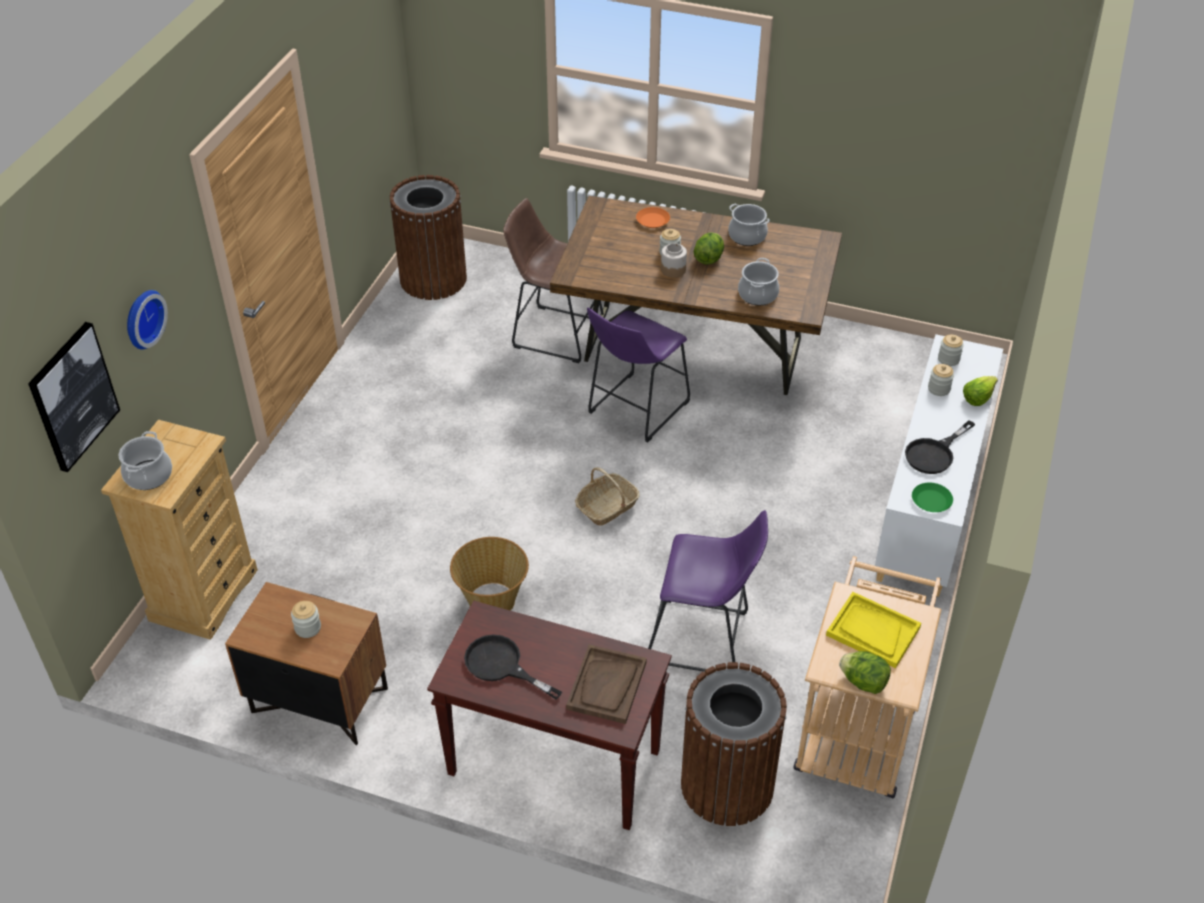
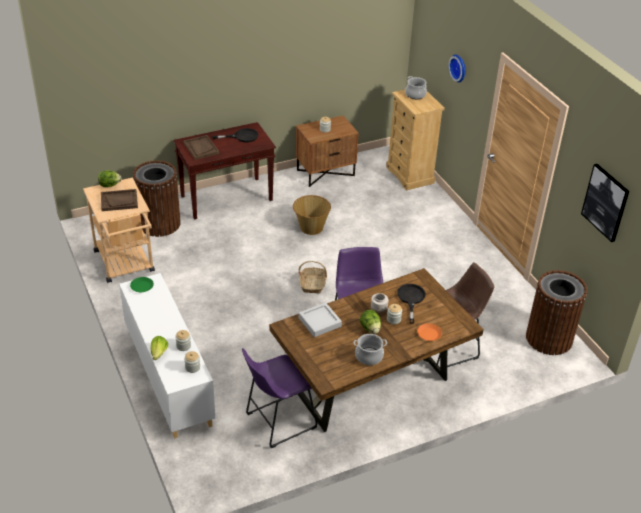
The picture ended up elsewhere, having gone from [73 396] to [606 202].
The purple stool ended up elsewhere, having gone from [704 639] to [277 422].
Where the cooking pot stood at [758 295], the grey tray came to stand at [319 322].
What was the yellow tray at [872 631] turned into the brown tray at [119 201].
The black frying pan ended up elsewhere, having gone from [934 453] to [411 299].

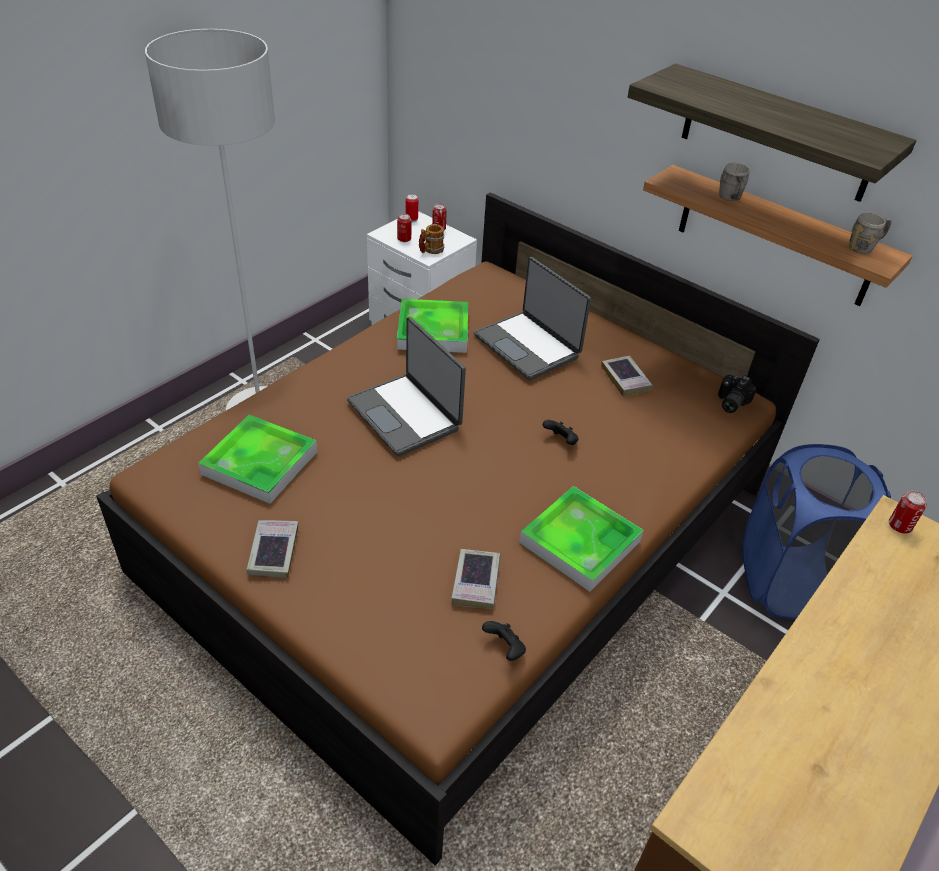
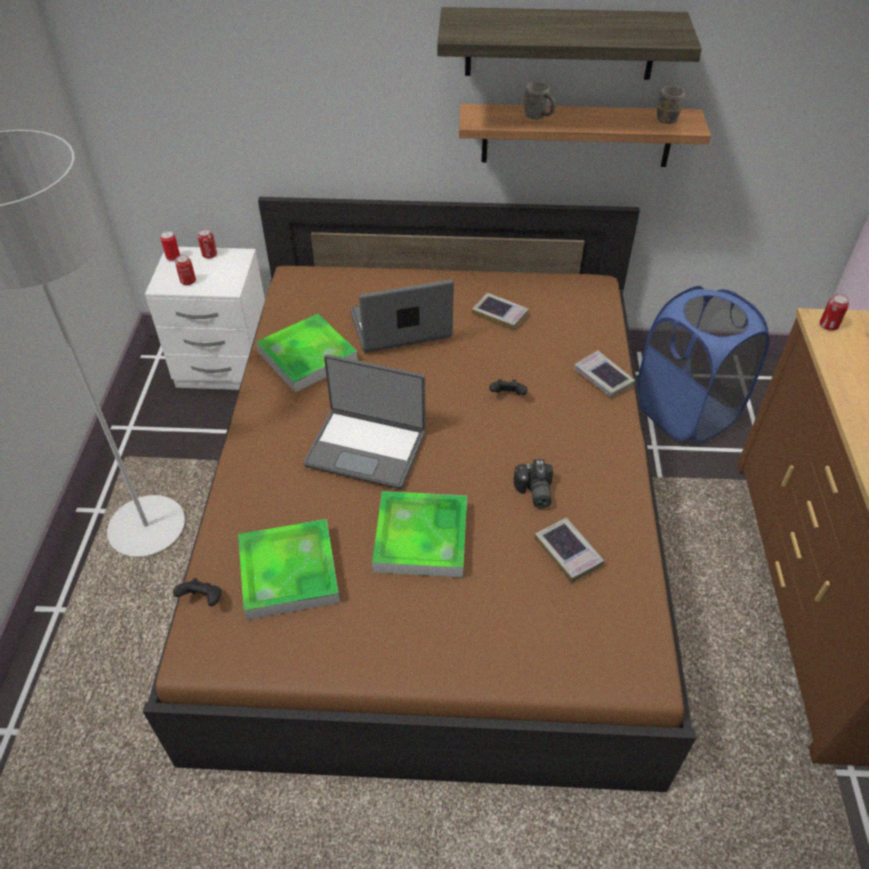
The book ended up elsewhere, having gone from [273 552] to [603 378].
The second view lost the mug at [430 250].
The laptop at [528 346] ended up facing another way, 150 degrees clockwise from before.
The black game controller ended up elsewhere, having gone from [505 649] to [203 600].
The tray ended up elsewhere, having gone from [580 542] to [421 538].
The photo camera ended up elsewhere, having gone from [730 402] to [533 492].

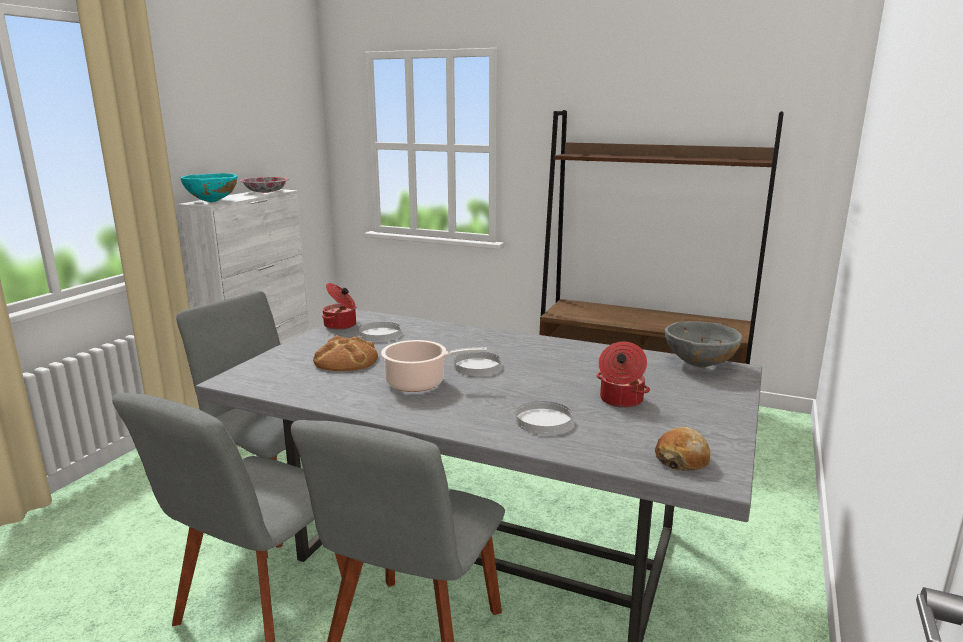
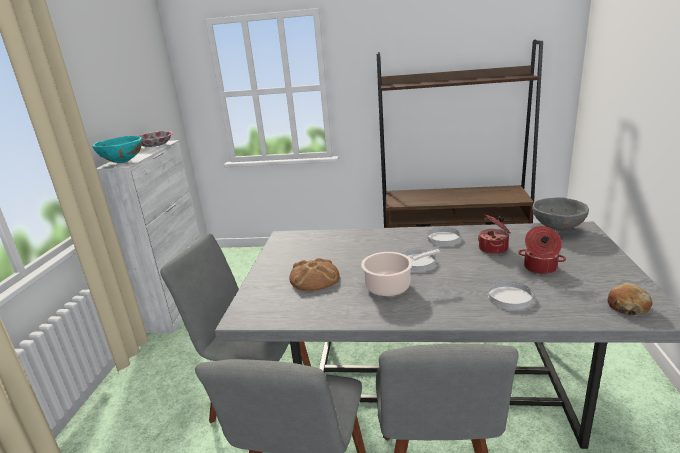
The cooking pot ended up elsewhere, having gone from [341 325] to [494 248].
The white plate ended up elsewhere, having gone from [379 334] to [443 238].

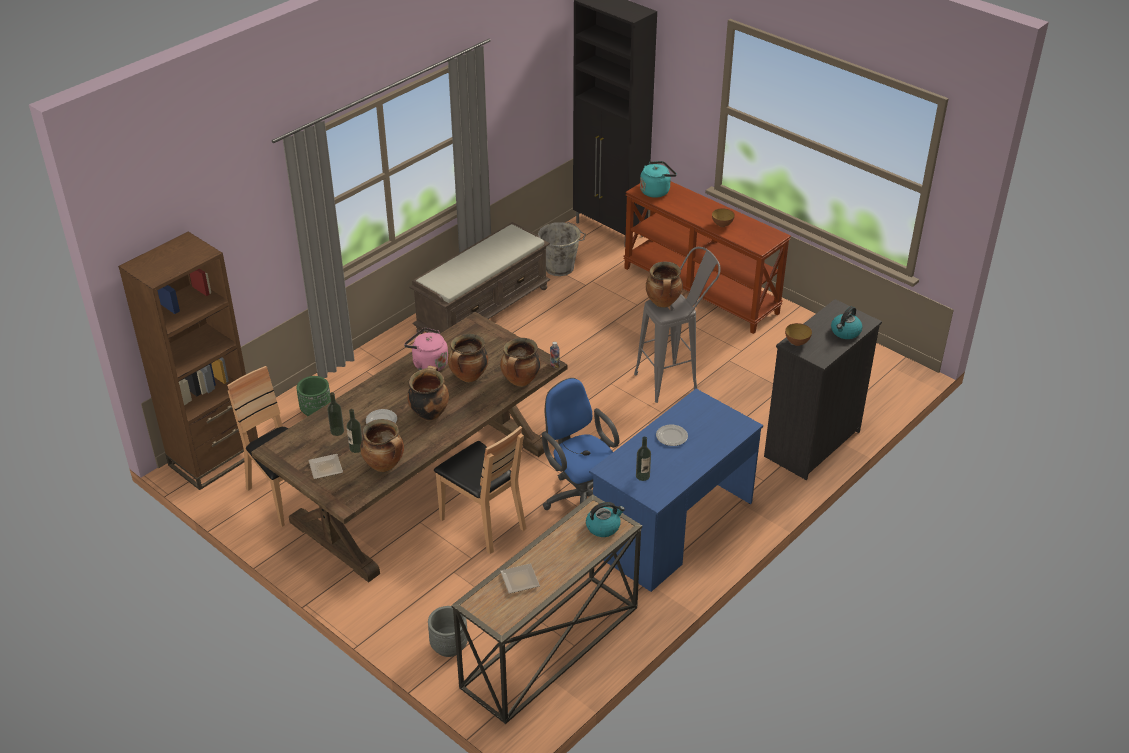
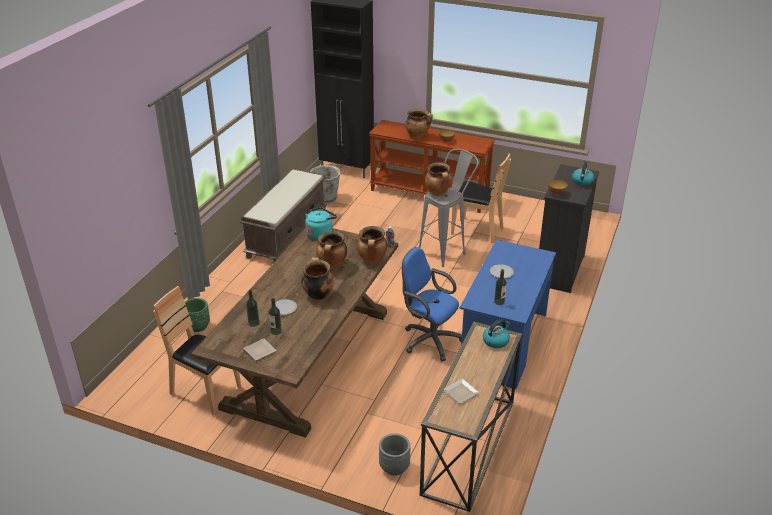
The second view lost the brown bookcase at [215 458].
The cooking pot ended up elsewhere, having gone from [385 465] to [418 136].
The second view lost the pink kettle at [428 364].
The brown chair ended up elsewhere, having gone from [483 522] to [476 230].
The turquoise kettle ended up elsewhere, having gone from [656 191] to [320 233].

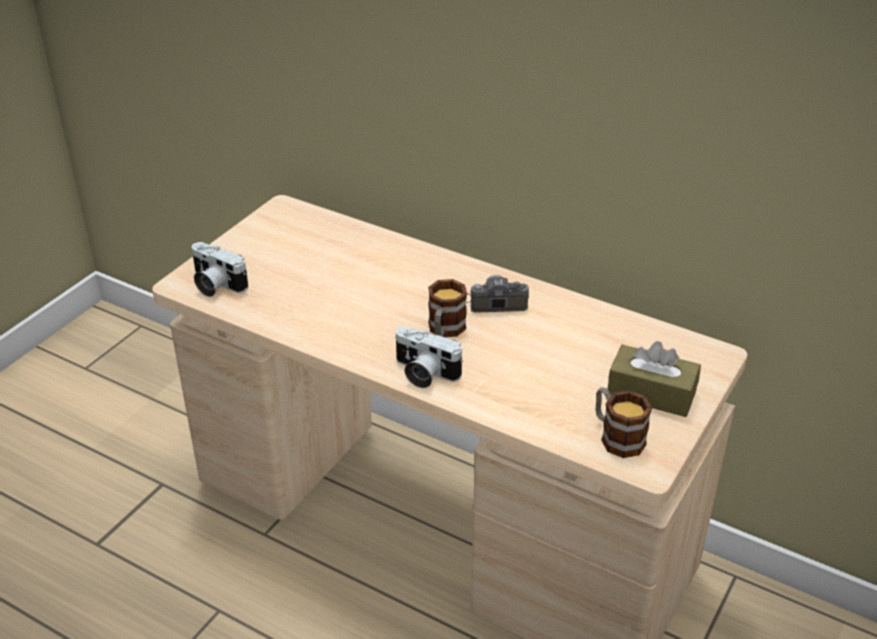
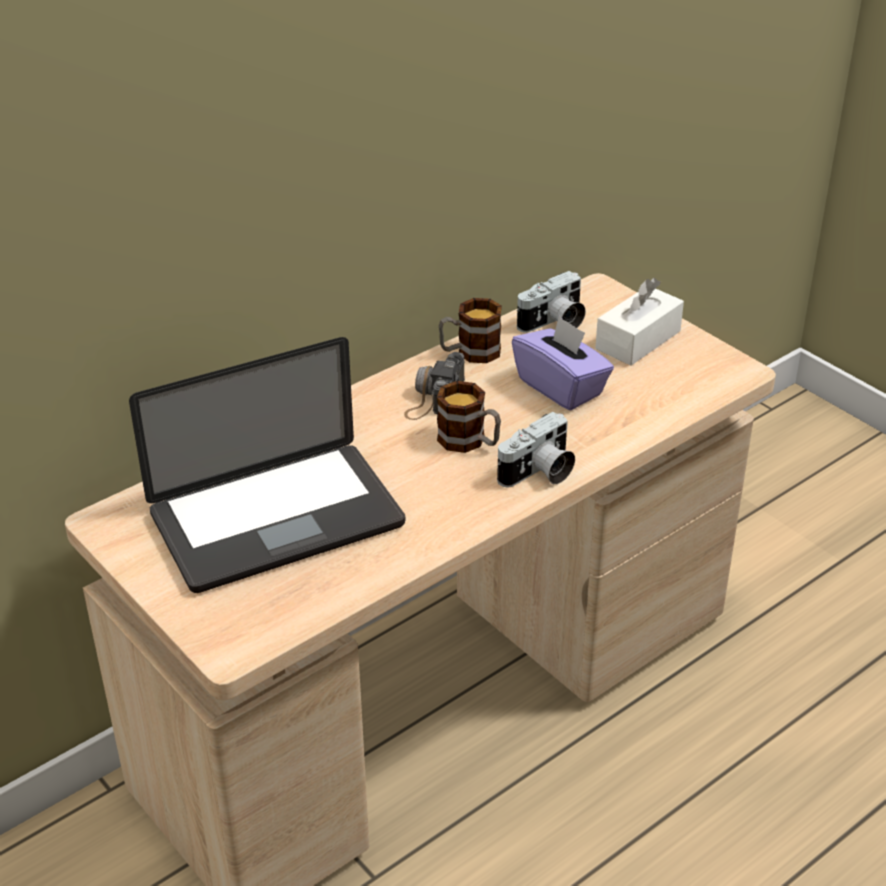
The photo camera ended up elsewhere, having gone from [215 285] to [554 323].
The mug ended up elsewhere, having gone from [616 436] to [470 352].
What was the brown tissue box at [651 393] turned into the white tissue box at [638 340].
The second view gained the laptop at [277 520].
The second view gained the purple tissue box at [561 387].

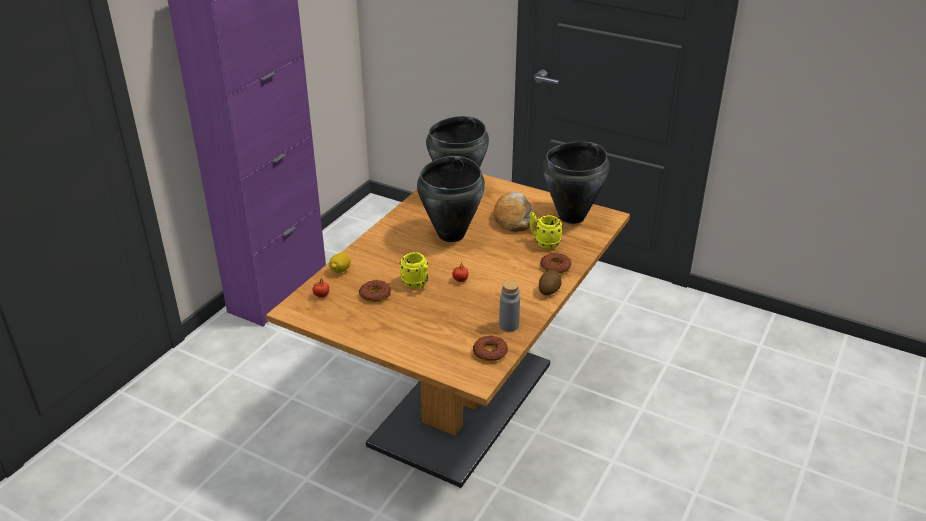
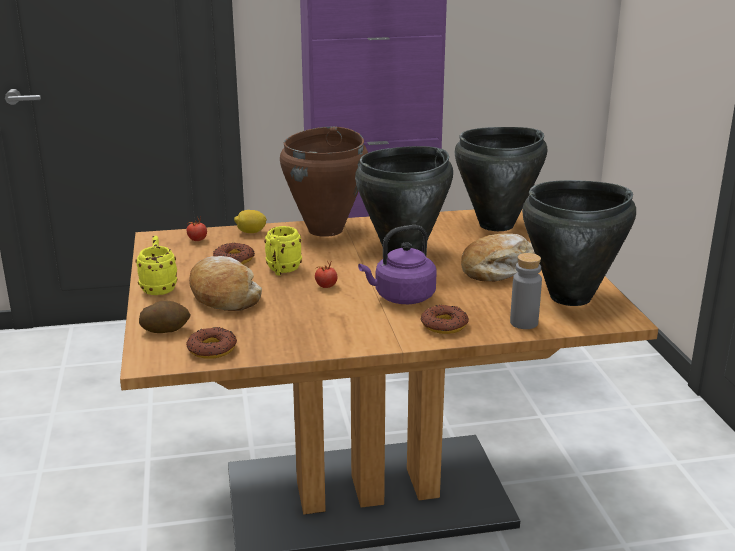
The grey bottle ended up elsewhere, having gone from [509 325] to [524 323].
The yellow mug ended up elsewhere, having gone from [543 243] to [159 287].
The potato ended up elsewhere, having gone from [549 290] to [165 330].
The second view gained the bread at [223 296].
The second view gained the brown cooking pot at [326 230].
The second view gained the purple kettle at [401 297].

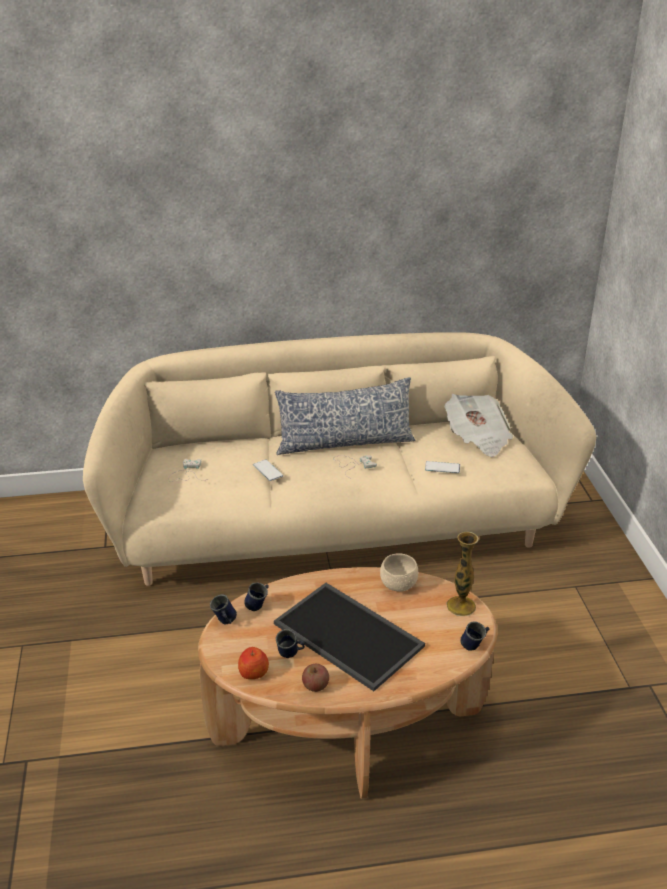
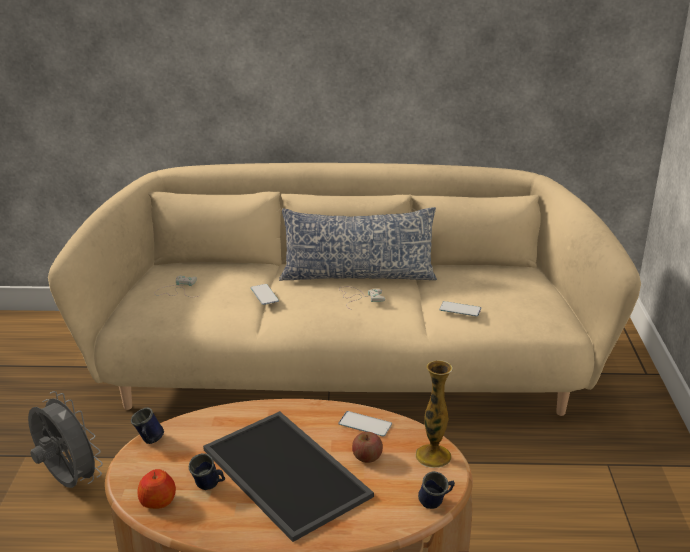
The second view lost the blue mug at [258 605].
The apple ended up elsewhere, having gone from [315 685] to [367 457].
Where the beige bowl stood at [398 585], the phone came to stand at [365 424].
The second view lost the newspaper at [477 438].
The second view gained the grey fan at [67 481].

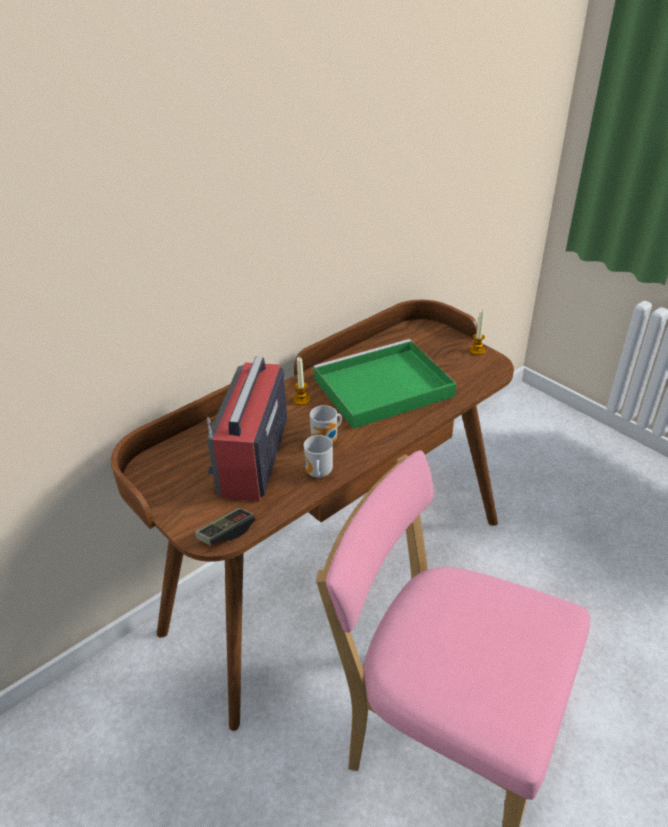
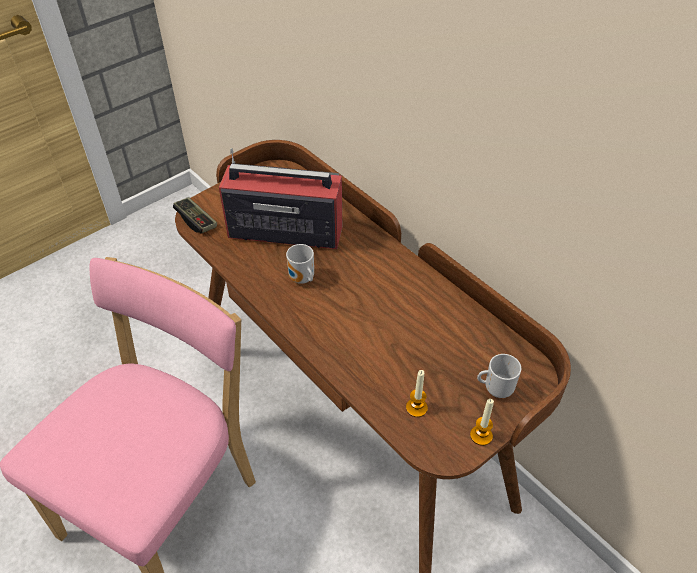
The candle ended up elsewhere, having gone from [301 400] to [416 408].
The mug ended up elsewhere, having gone from [317 474] to [496 388].
The second view lost the green tray at [381 388].

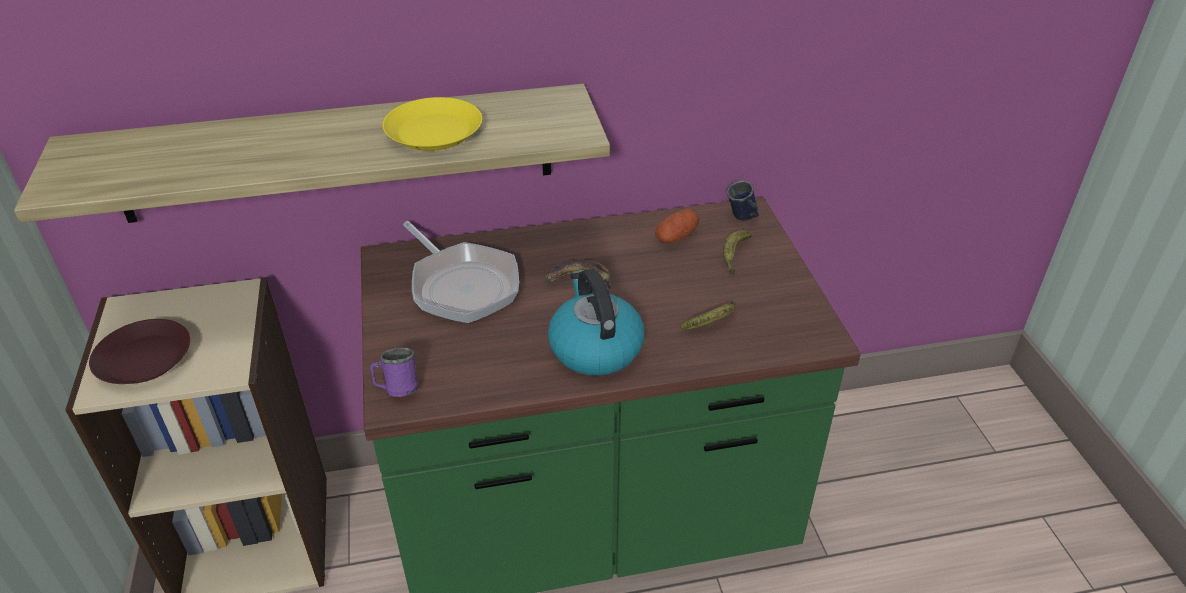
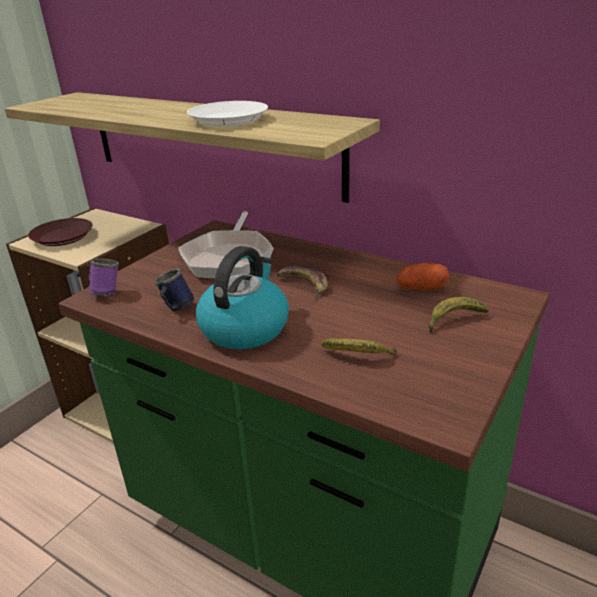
What was the yellow plate at [433 132] turned into the white plate at [228 120].
The blue mug ended up elsewhere, having gone from [743 218] to [176 309].

